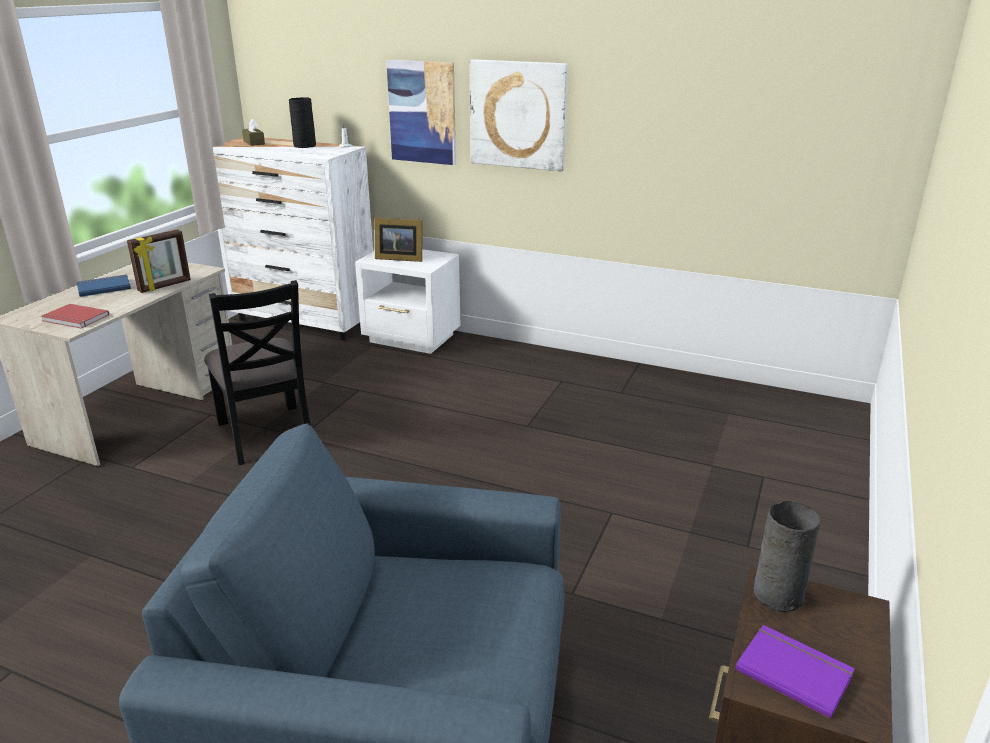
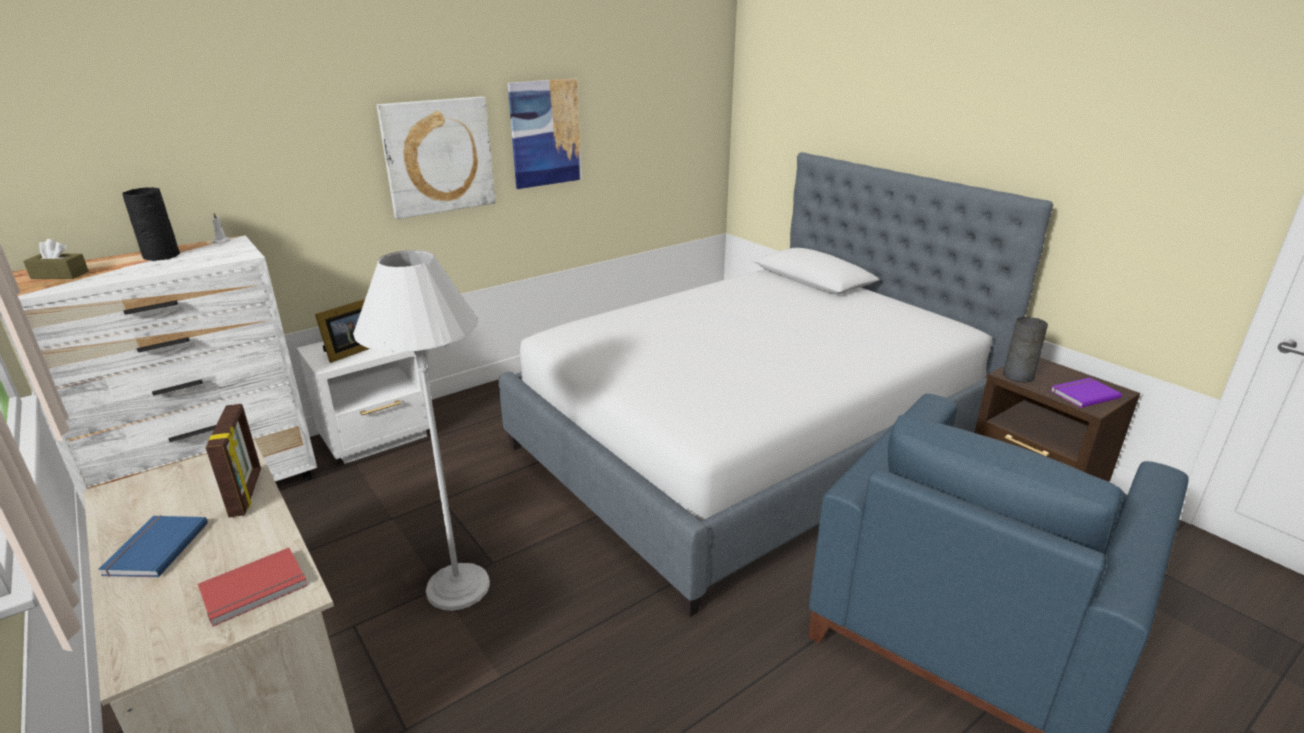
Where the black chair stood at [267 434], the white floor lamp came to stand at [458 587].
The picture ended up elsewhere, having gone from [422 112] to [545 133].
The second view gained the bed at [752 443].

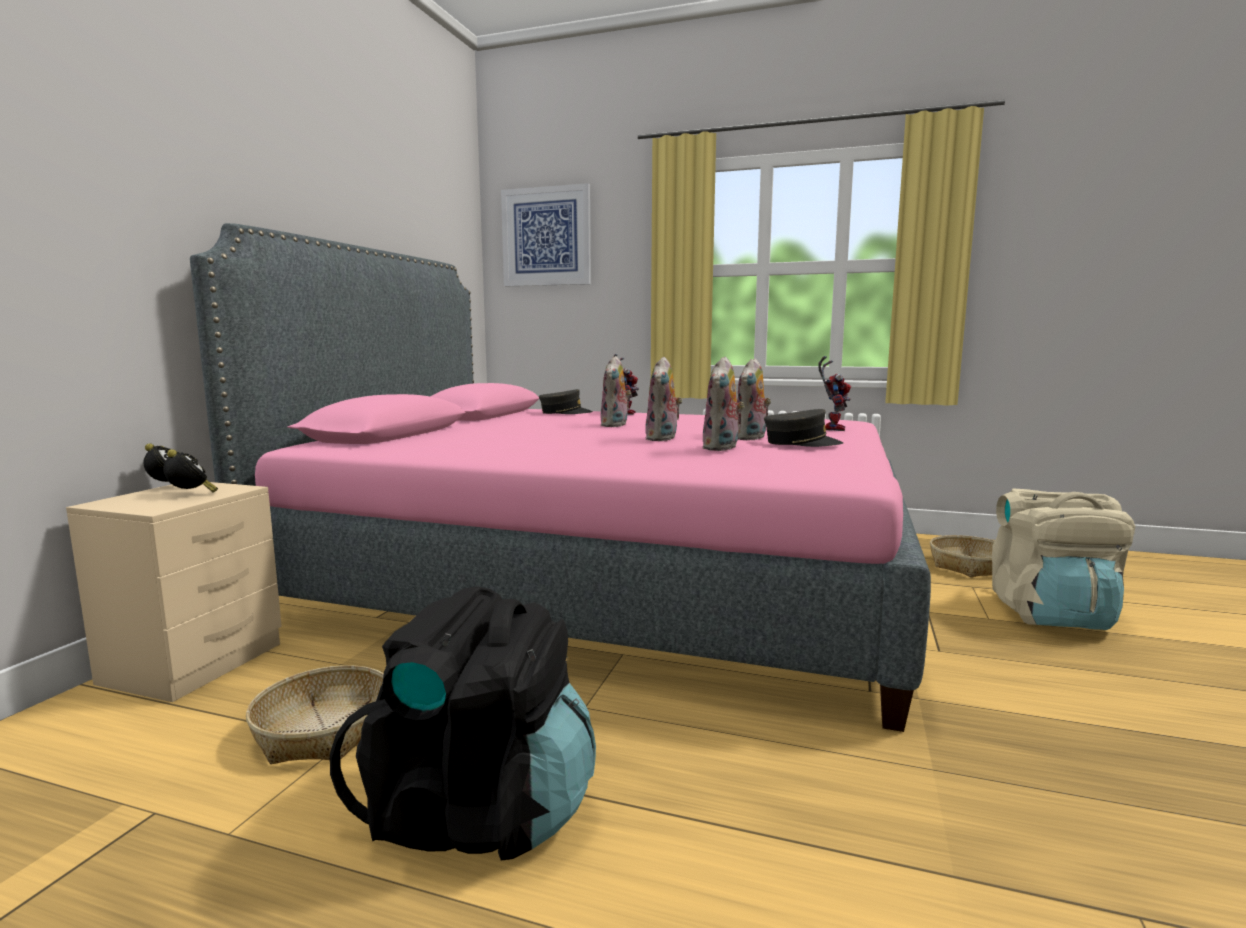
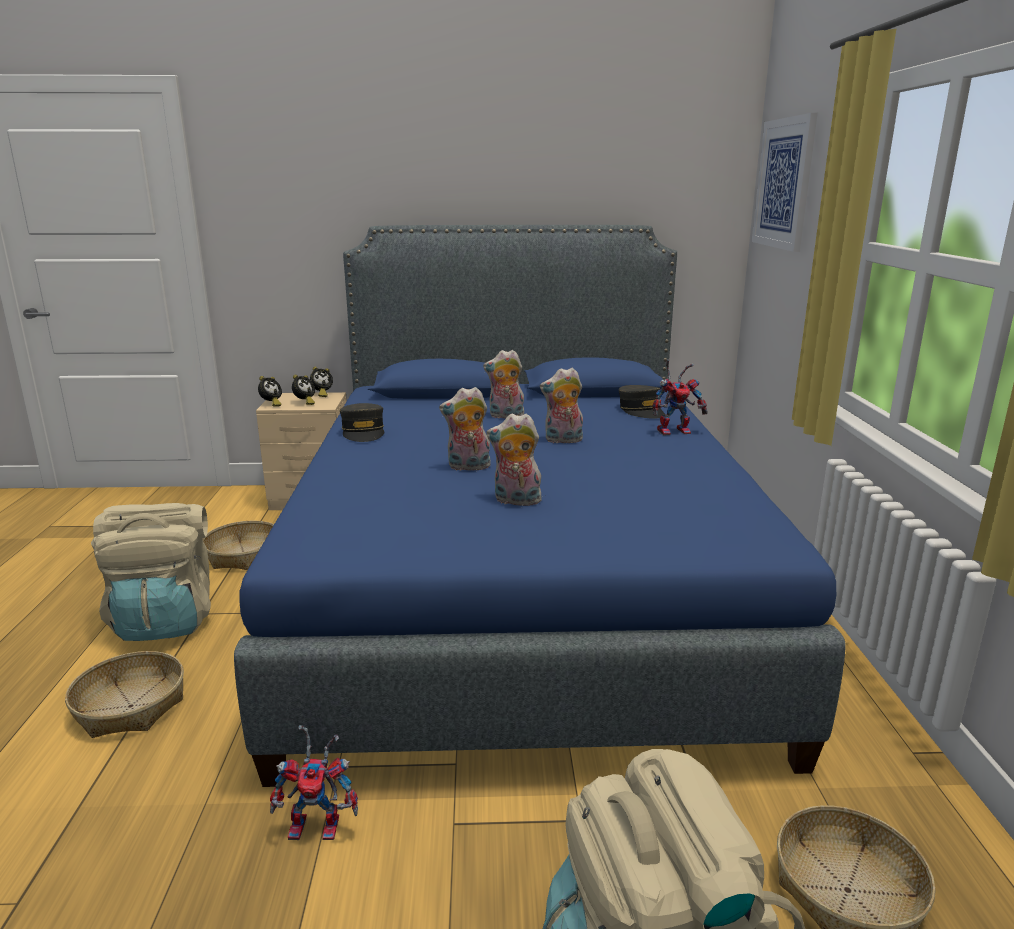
What was the pink bed at [601 583] turned into the blue bed at [519 586].
What was the black backpack at [479 811] turned into the beige backpack at [166 620].
The plush toy ended up elsewhere, having gone from [722 448] to [505 416].
The grey cap ended up elsewhere, having gone from [801 443] to [363 432].
The toy robot ended up elsewhere, having gone from [832 428] to [320 825].
The second view gained the basket at [130 706].
The second view gained the alarm clock at [271 404].

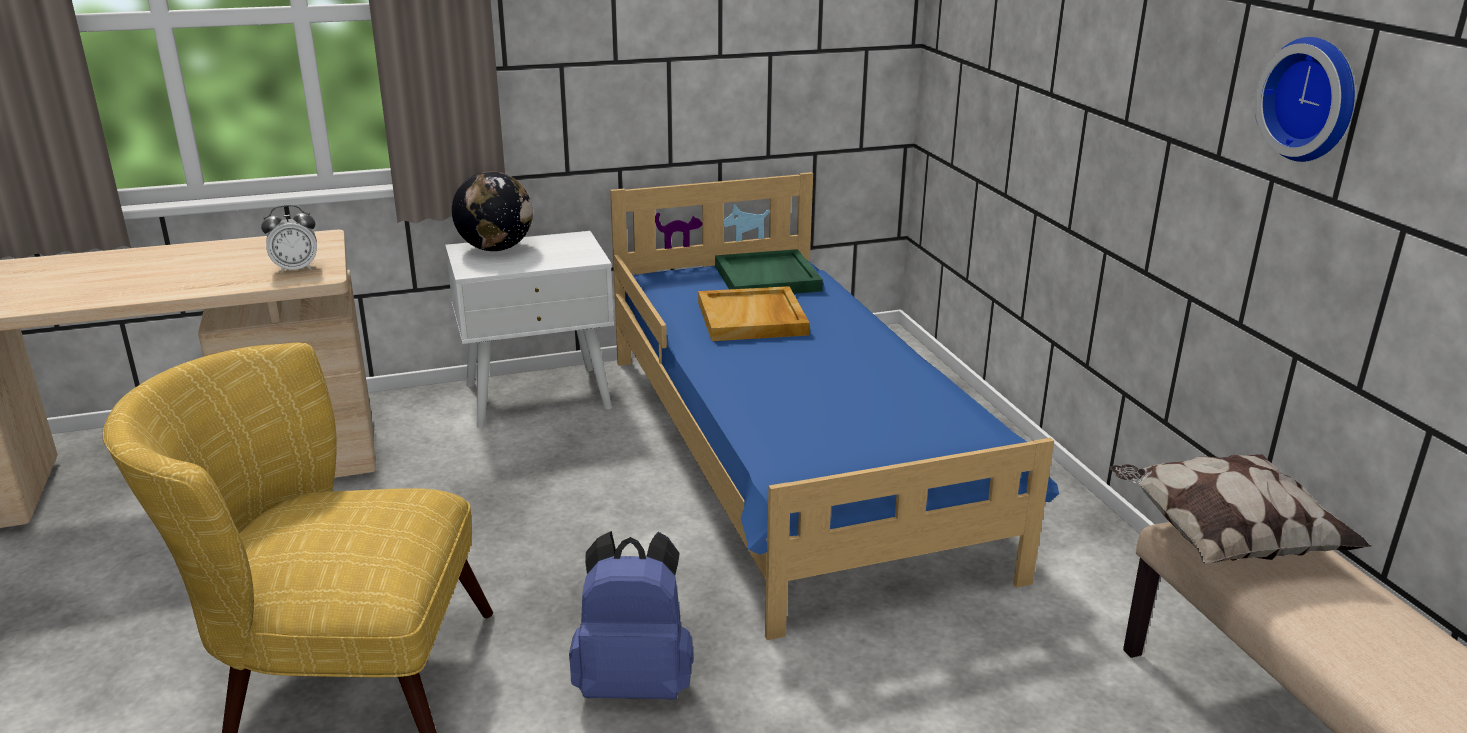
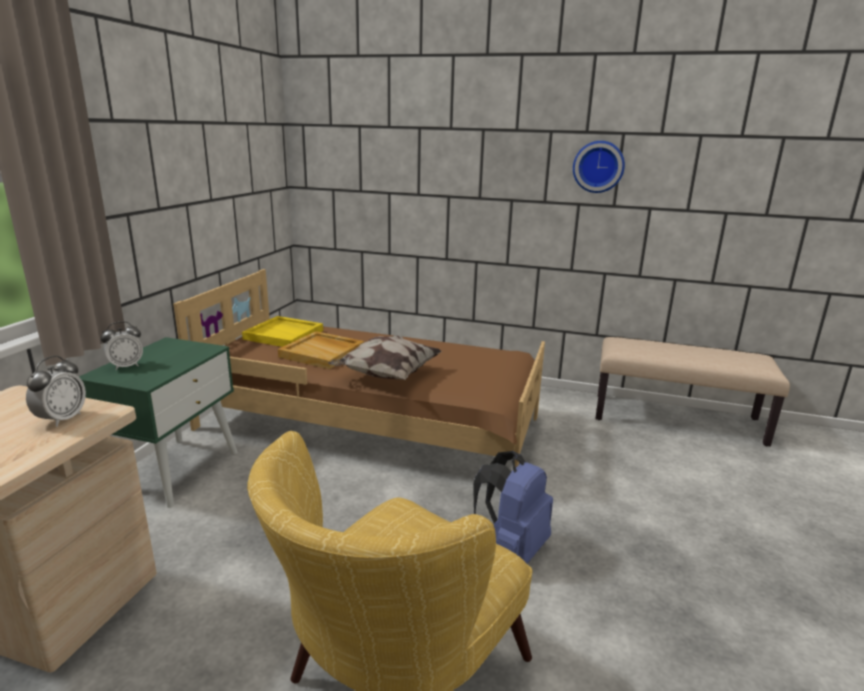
What was the white nightstand at [538 395] turned into the green nightstand at [175 470].
Where the globe stood at [496 248], the alarm clock came to stand at [126 366].
What was the blue bed at [794 456] turned into the brown bed at [373 422].
What was the green tray at [768 279] turned into the yellow tray at [284 334].
The pillow ended up elsewhere, having gone from [1223 539] to [386 375].

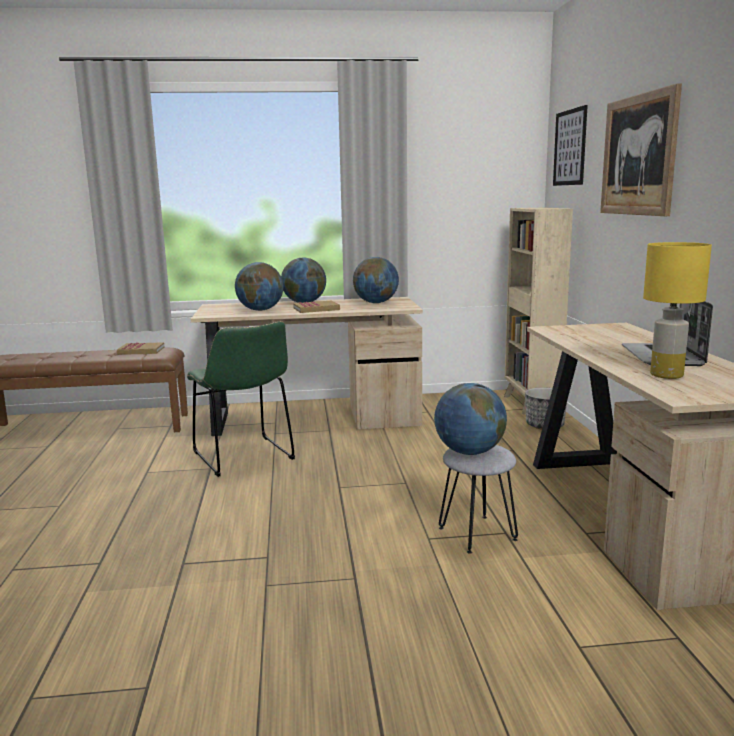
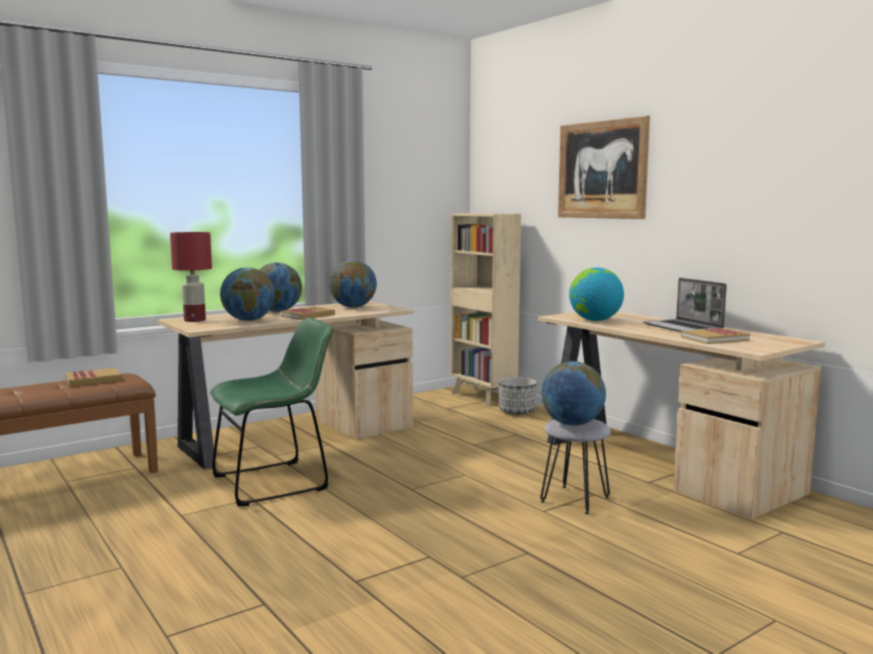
The green chair at [245 457] ended up facing another way, 60 degrees counterclockwise from before.
The second view lost the picture at [570 147].
Where the yellow table lamp stood at [667 375], the book came to stand at [714 339].
The second view gained the red table lamp at [195 320].
The second view gained the globe at [595 320].

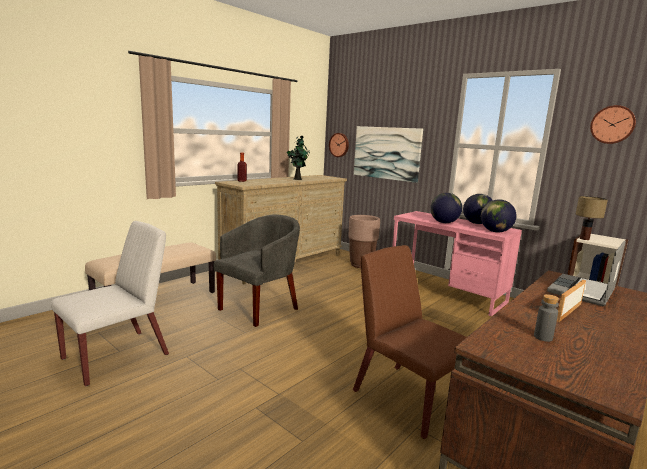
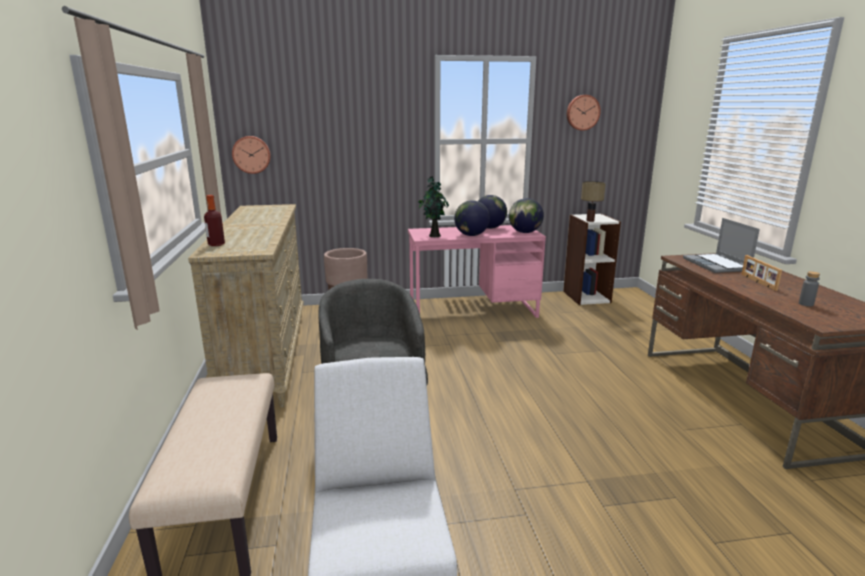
The potted plant ended up elsewhere, having gone from [297 179] to [433 235].
The second view lost the brown chair at [407 398].
The second view lost the picture at [386 153].

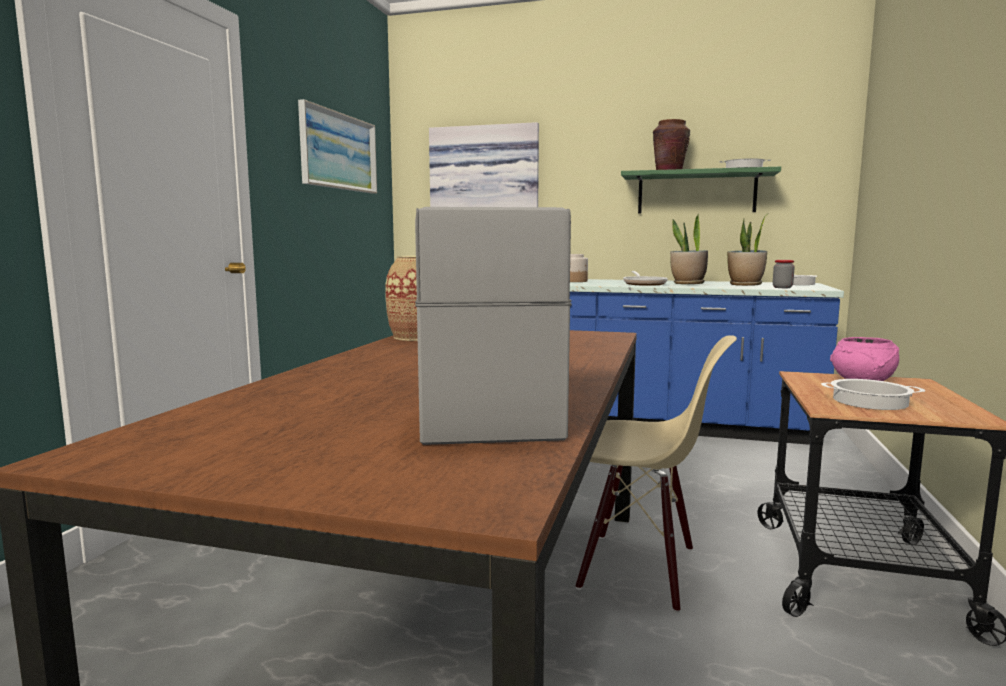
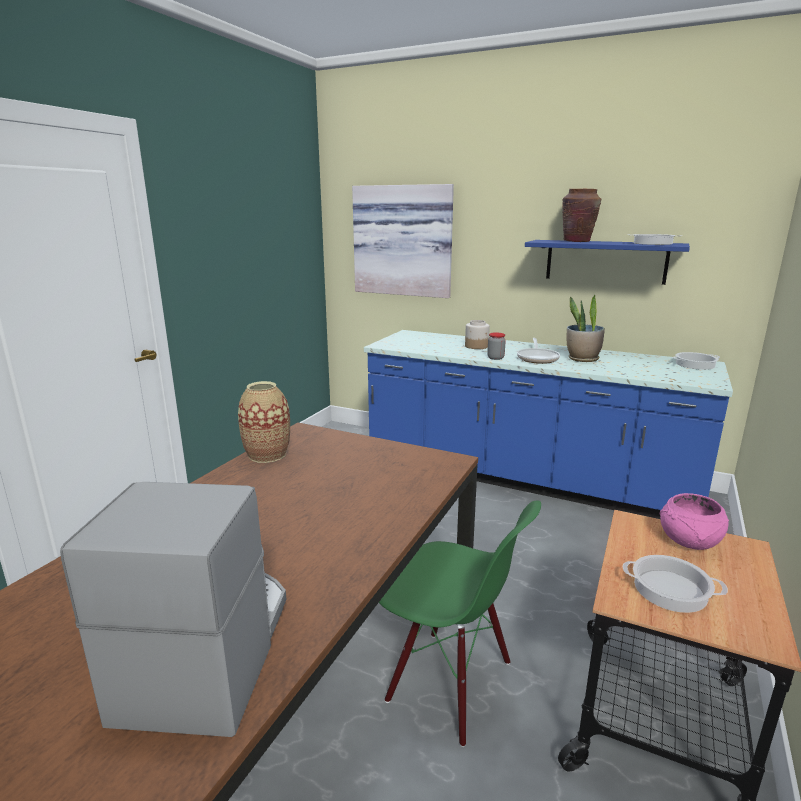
The second view lost the picture at [339 151].
What was the beige chair at [637 569] turned into the green chair at [449 683].
What was the green shelf at [696 193] turned into the blue shelf at [605 261].
The second view lost the potted plant at [745 285].
The jar ended up elsewhere, having gone from [782 287] to [495 358].

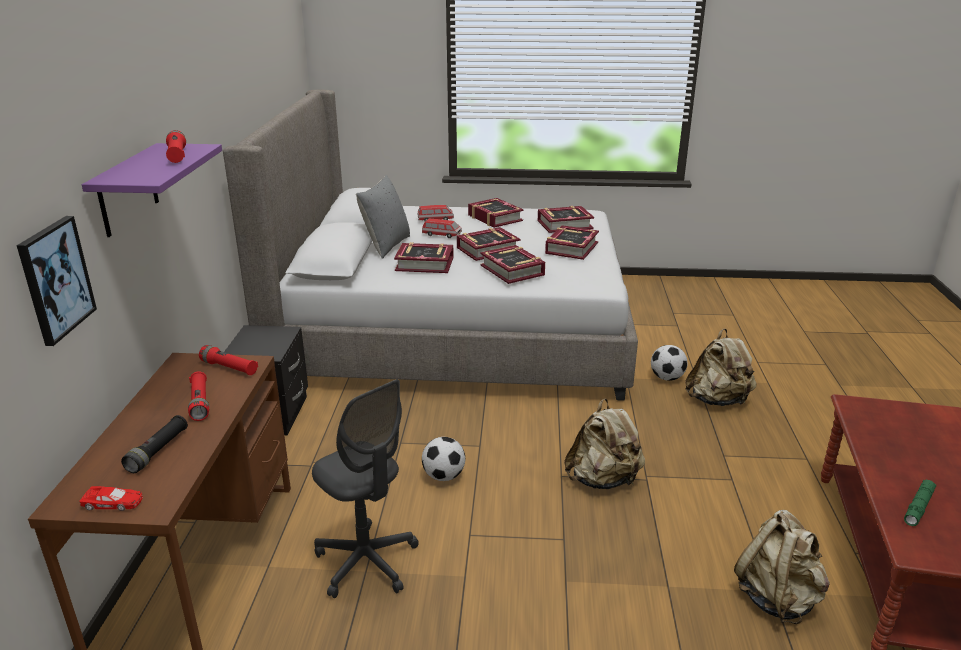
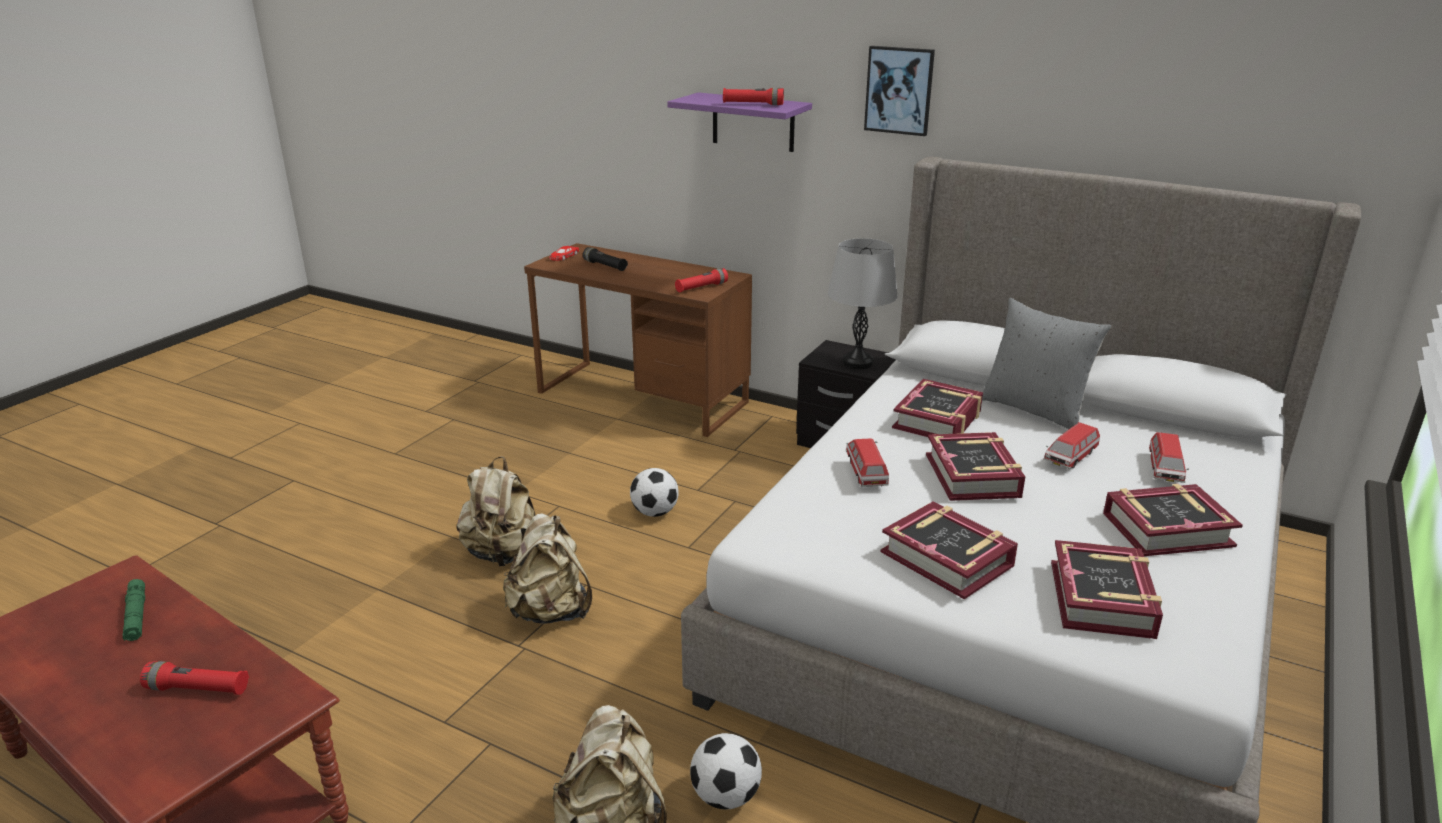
The picture ended up elsewhere, having gone from [55 279] to [899 90].
The red flashlight ended up elsewhere, having gone from [200 403] to [198 689].
The second view lost the grey office chair at [366 562].
Where the book stood at [512 270], the toy car came to stand at [866 472].
The beige backpack ended up elsewhere, having gone from [777 597] to [502 553].
The second view gained the grey table lamp at [857 363].

